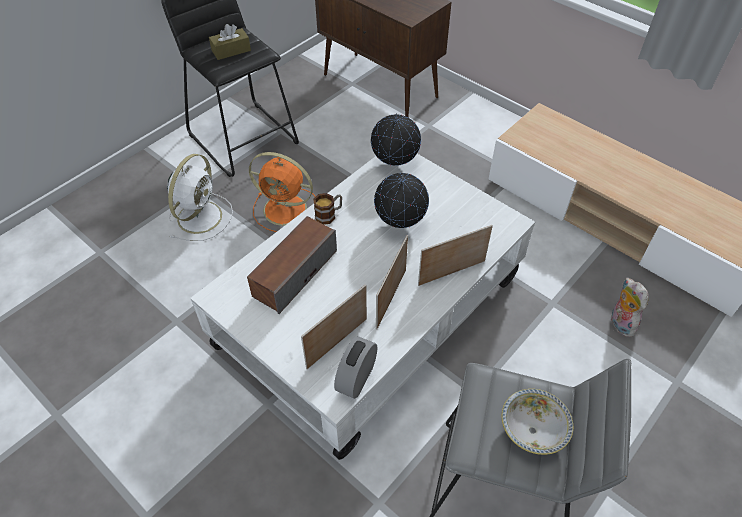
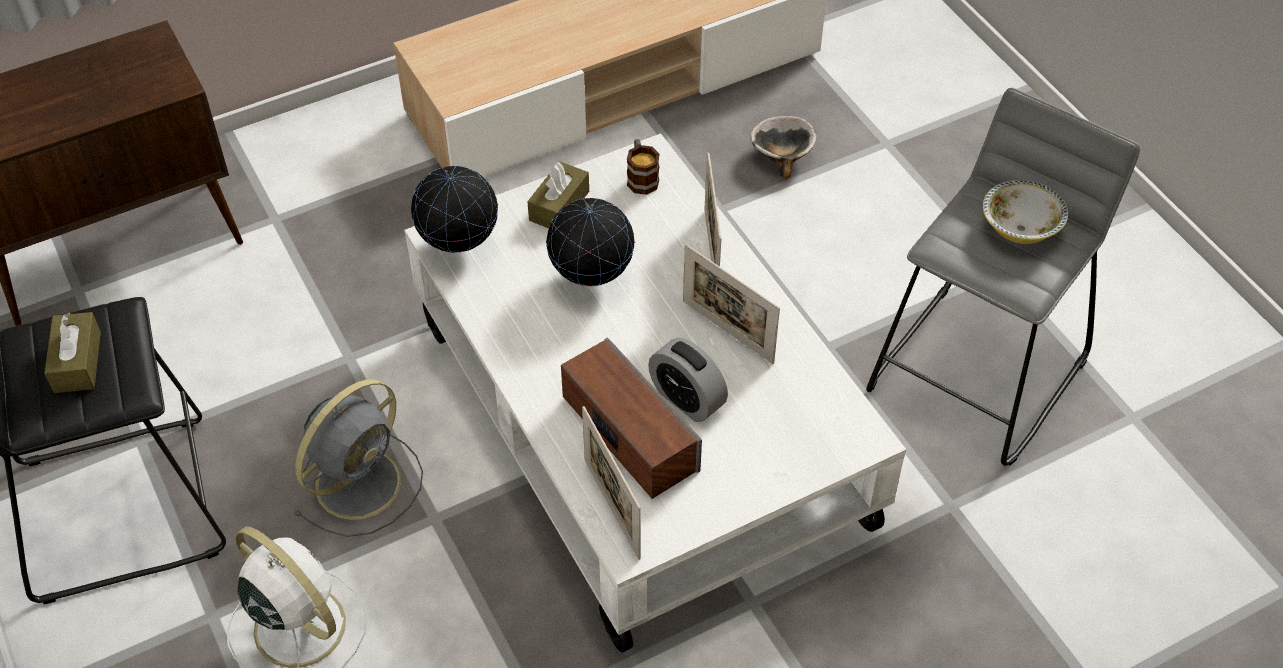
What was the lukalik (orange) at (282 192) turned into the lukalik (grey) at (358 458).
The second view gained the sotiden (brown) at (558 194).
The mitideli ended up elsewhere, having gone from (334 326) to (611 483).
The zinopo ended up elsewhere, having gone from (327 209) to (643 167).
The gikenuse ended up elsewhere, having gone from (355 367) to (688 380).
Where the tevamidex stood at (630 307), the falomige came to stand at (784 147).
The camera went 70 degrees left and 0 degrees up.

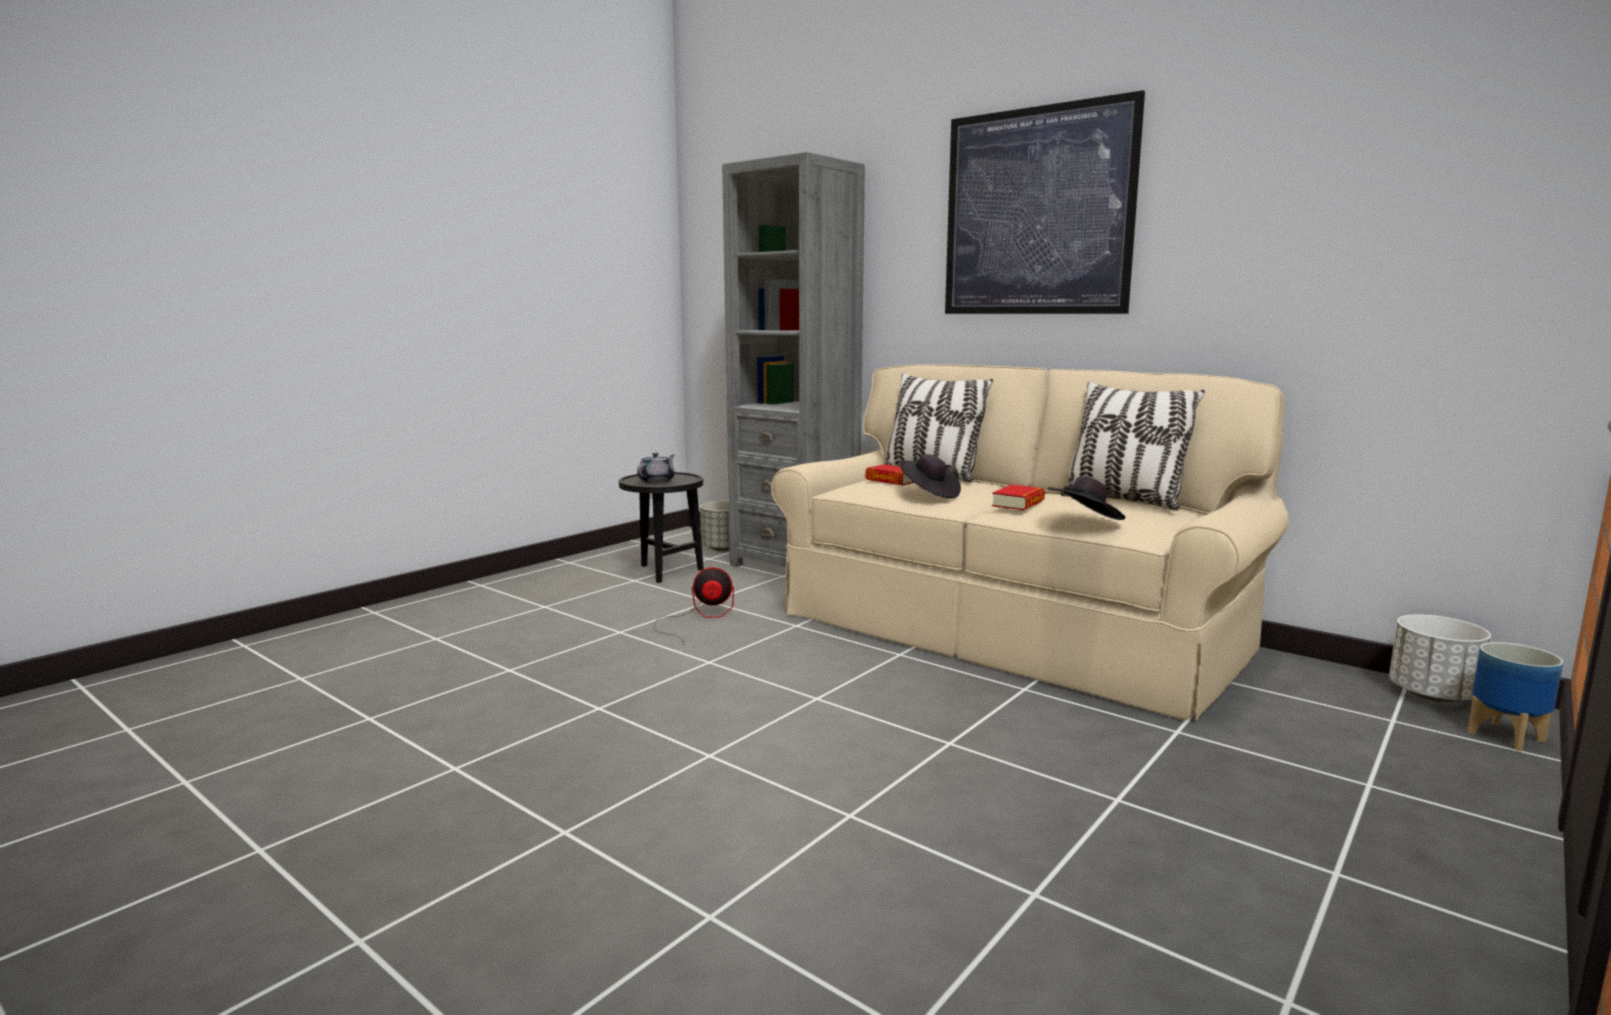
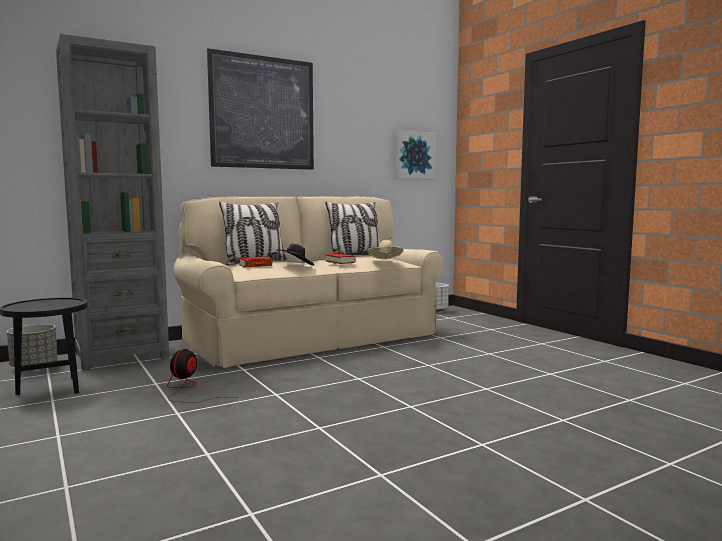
What was the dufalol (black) at (1086 498) turned into the dufalol (beige) at (385 250).
The second view gained the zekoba at (415 154).
The second view lost the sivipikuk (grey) at (656 468).
The second view lost the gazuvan at (1515 697).
The camera went 70 degrees left and 5 degrees down.

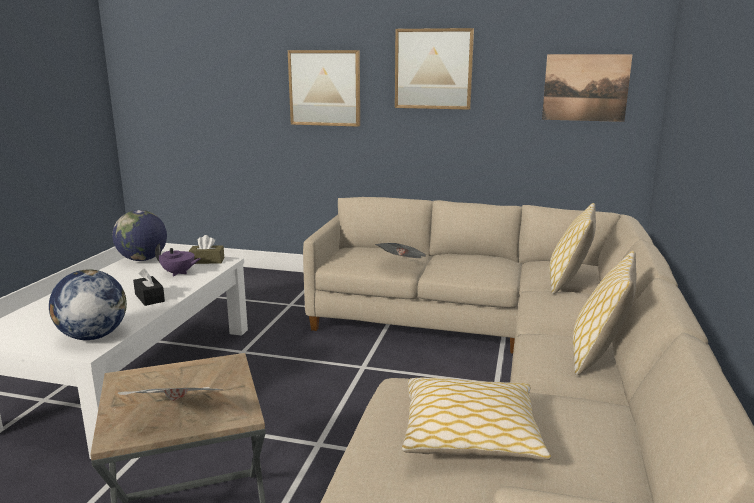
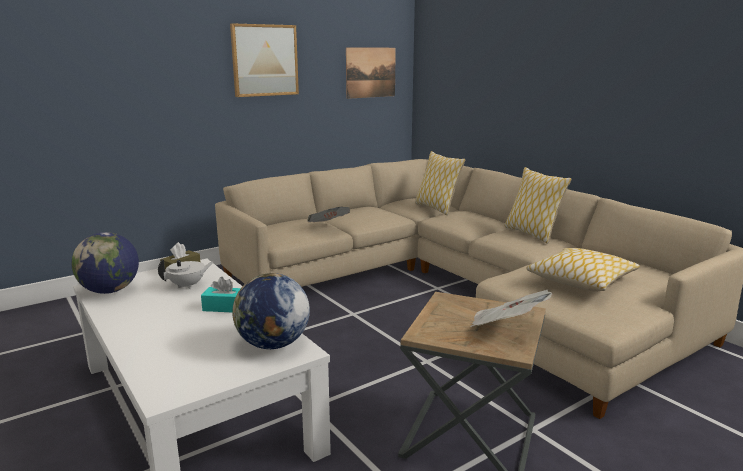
What was the sivipikuk (purple) at (178 259) turned into the sivipikuk (white) at (185 274).
What was the sotiden (black) at (149 287) turned into the sotiden (turquoise) at (221 294).
The second view lost the zekoba at (324 88).
The camera went 50 degrees left and 0 degrees up.

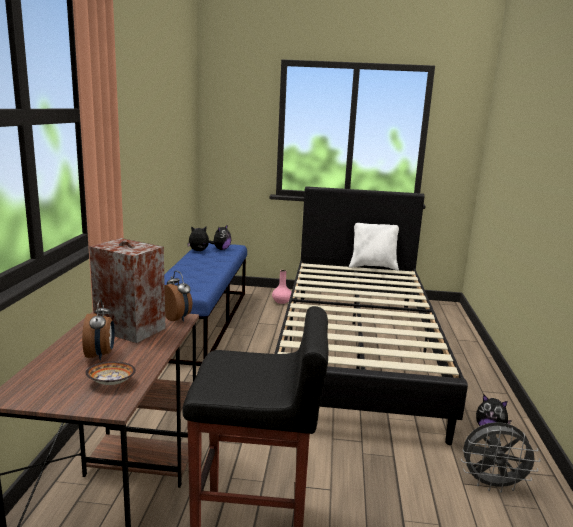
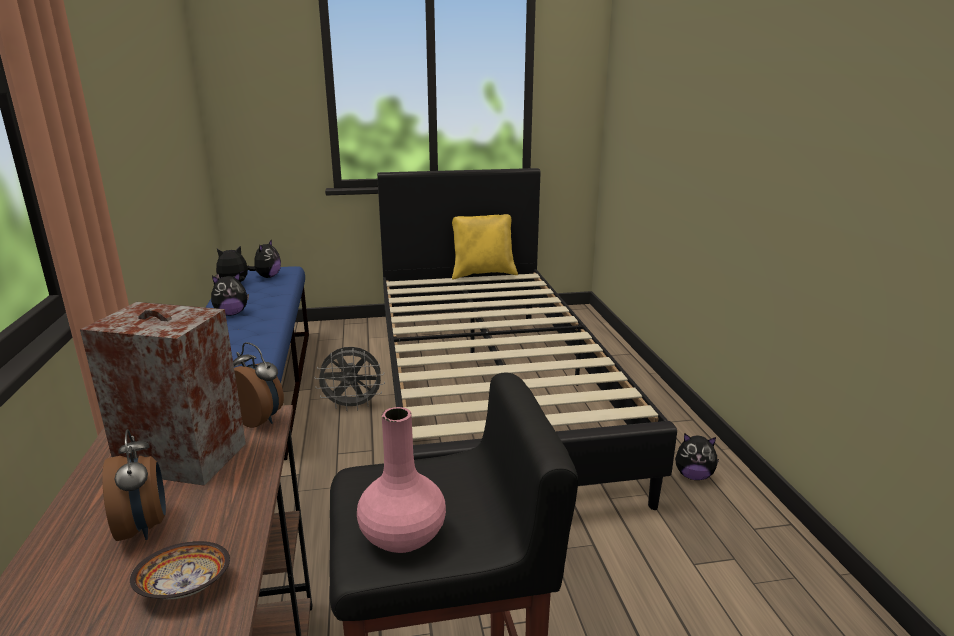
The second view gained the tevamidex at (230 294).
The lukalik (grey) ended up elsewhere, having gone from (500 457) to (349 379).
The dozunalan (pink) ended up elsewhere, having gone from (281 287) to (401 480).
What was the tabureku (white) at (374 247) turned into the tabureku (yellow) at (485 246).
The camera went 15 degrees left and 5 degrees up.

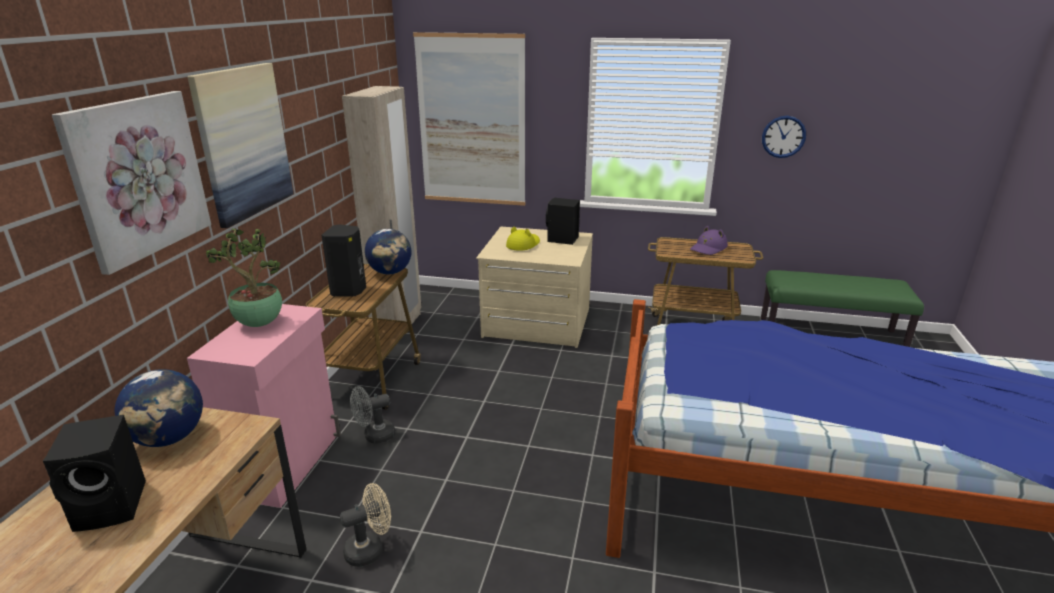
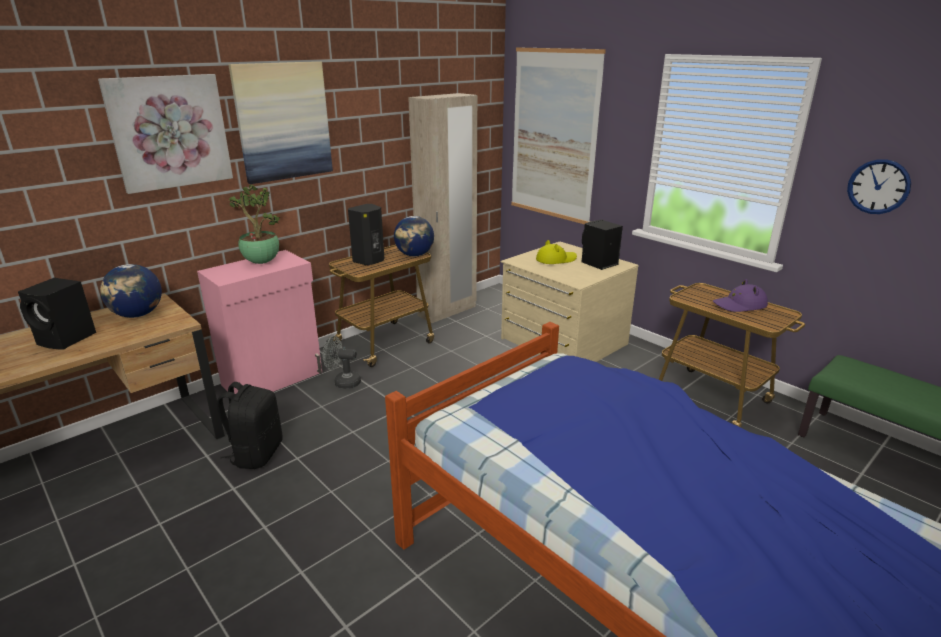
Where the lukalik (beige) stood at (365 525), the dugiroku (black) came to stand at (250 425).
The camera went 35 degrees right and 0 degrees up.

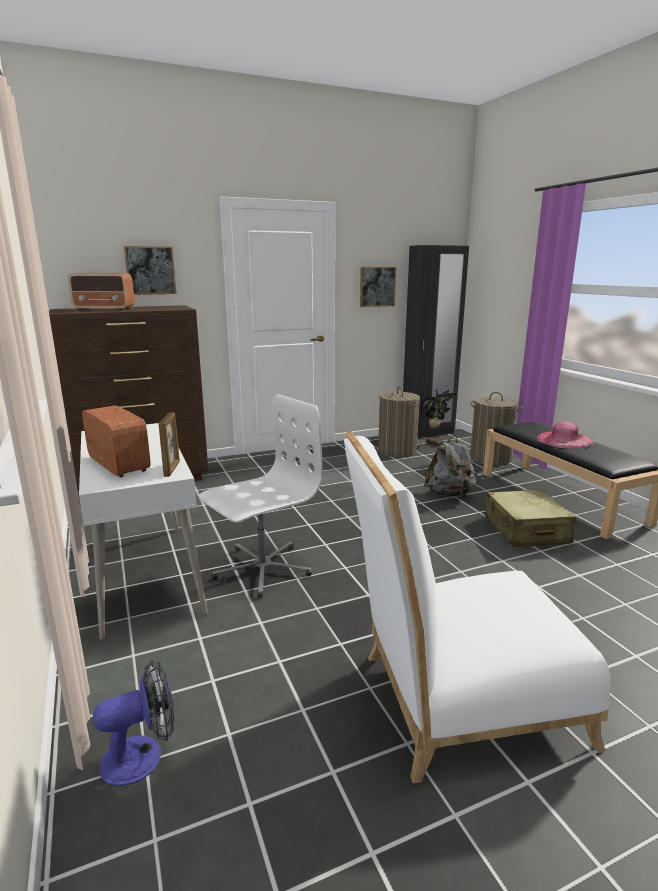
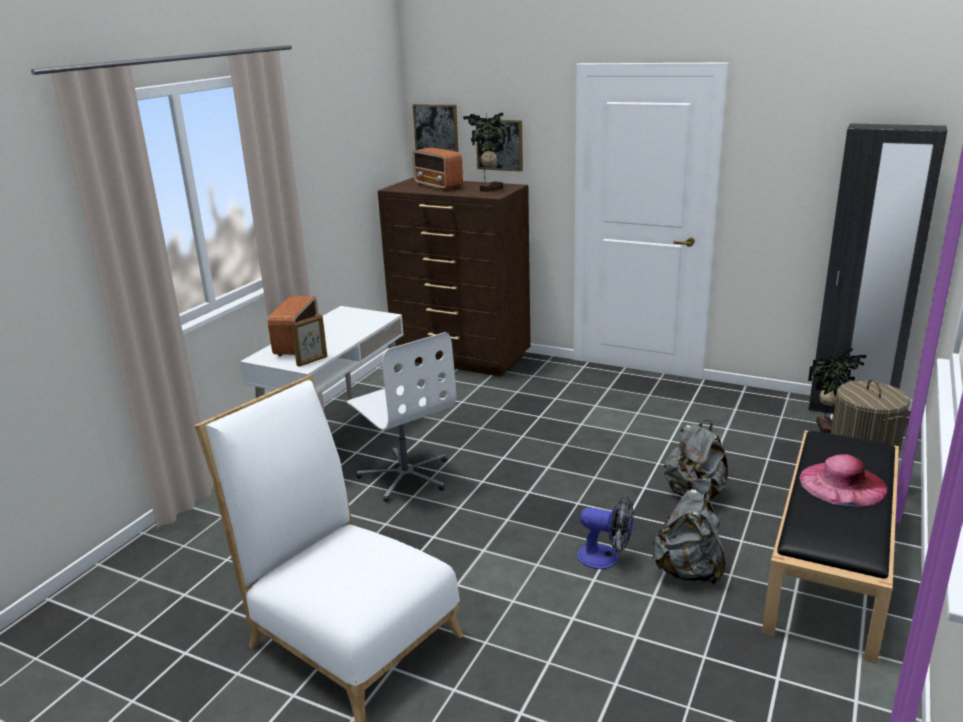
The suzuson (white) at (261 496) ended up facing another way, 45 degrees clockwise from before.
The zekoba ended up elsewhere, having gone from (378 287) to (436 128).
The second view gained the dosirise at (487 152).
The lukalik ended up elsewhere, having gone from (133 722) to (605 533).
Where the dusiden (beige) stood at (531 518), the dugiroku (grey) came to stand at (689 537).
The second view lost the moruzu at (399 422).
The camera went 50 degrees right and 5 degrees up.

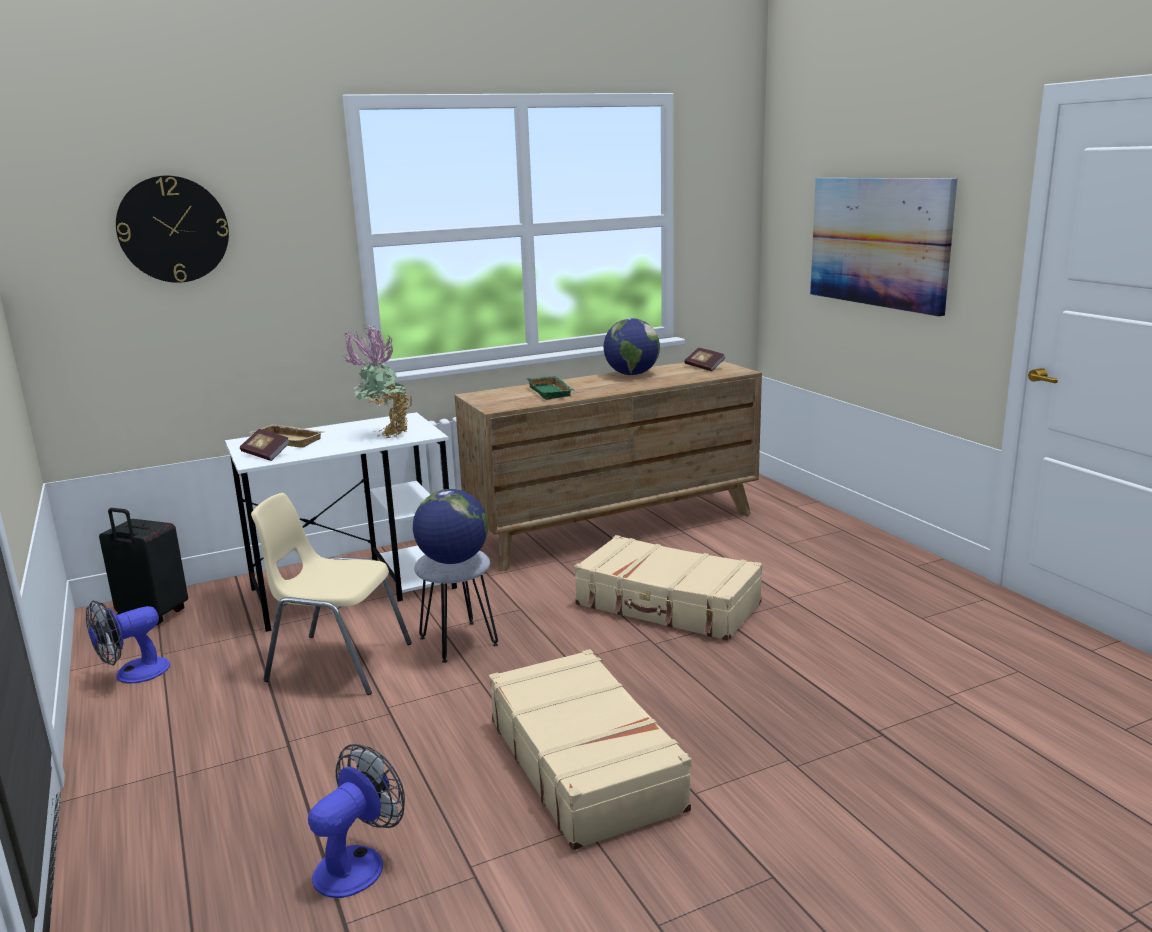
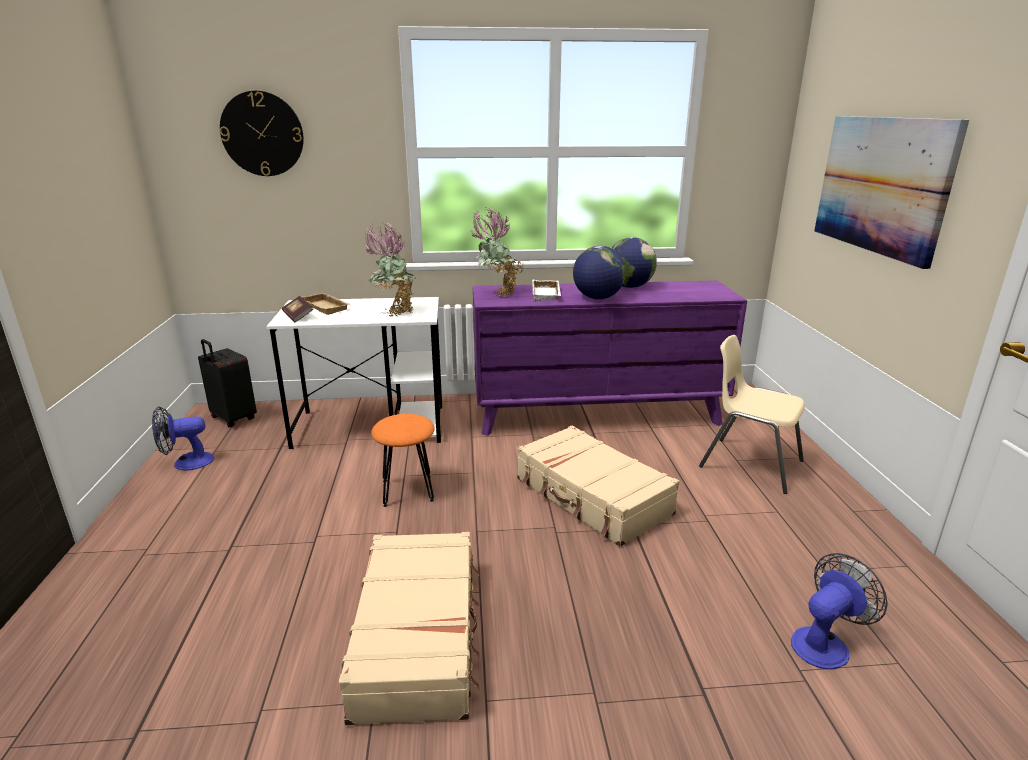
What was the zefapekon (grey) at (456 606) turned into the zefapekon (orange) at (403 460).
The second view gained the dosirise at (496 252).
What was the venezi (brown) at (608 466) turned into the venezi (purple) at (610 358).
What was the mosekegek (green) at (550 388) turned into the mosekegek (white) at (546 290).
The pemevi ended up elsewhere, having gone from (450 526) to (599 272).
The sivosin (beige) ended up elsewhere, having gone from (331 594) to (752 414).
The lukalik ended up elsewhere, having gone from (356 821) to (839 611).
The second view lost the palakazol at (704 359).
The camera went 20 degrees right and 5 degrees up.

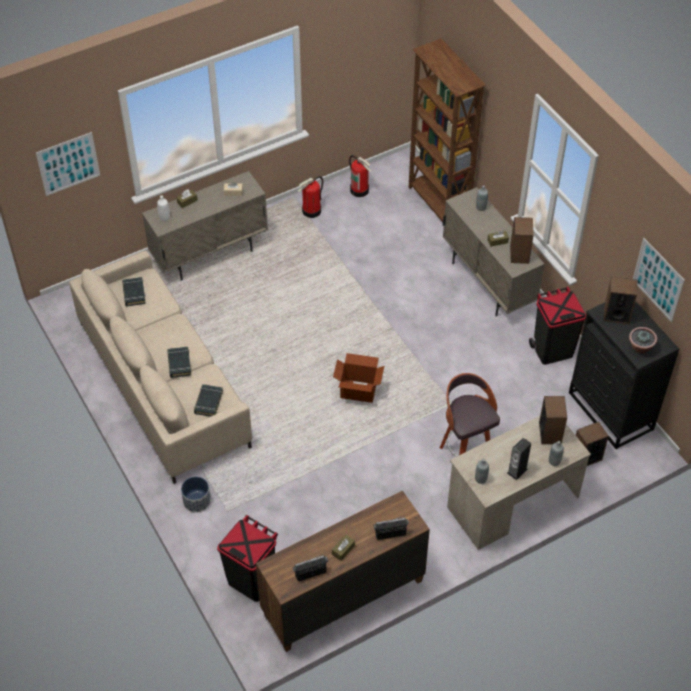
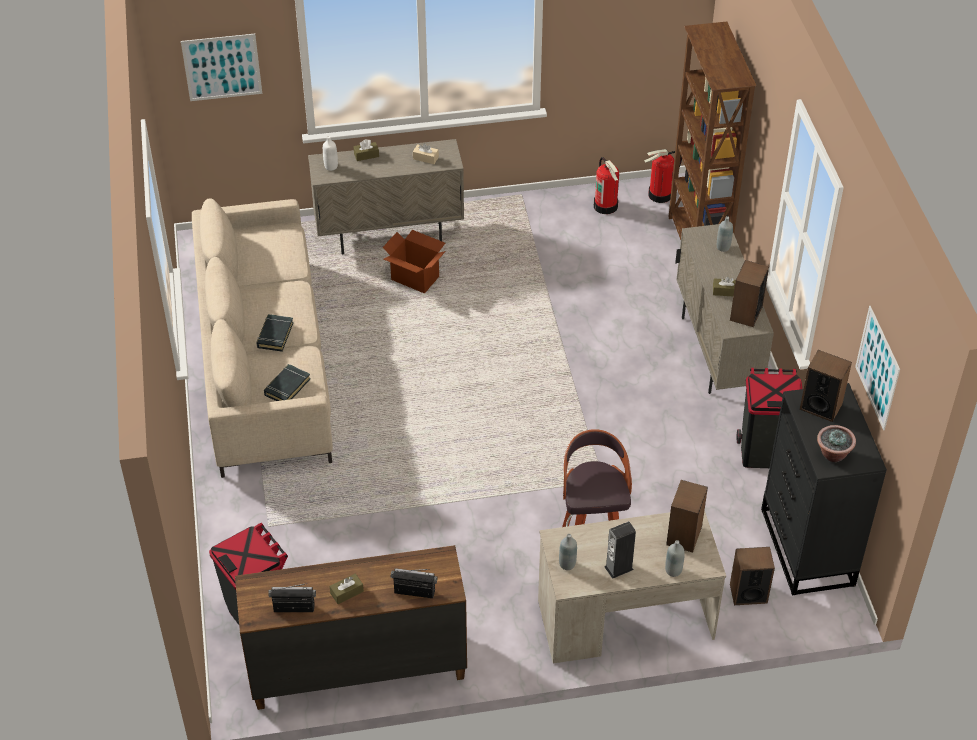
The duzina ended up elsewhere, having gone from (358 378) to (414 261).
The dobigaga ended up elsewhere, having gone from (310 197) to (663 176).
The second view lost the palakazol (black) at (134 291).
The second view lost the gazuvan at (196 494).
The camera went 20 degrees right and 5 degrees down.

